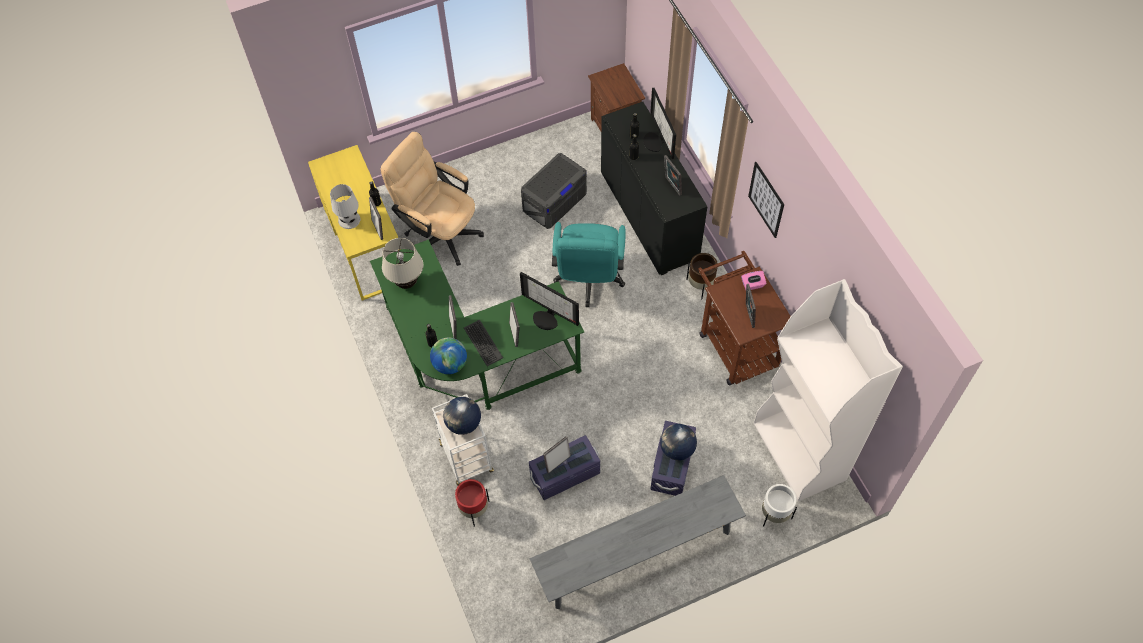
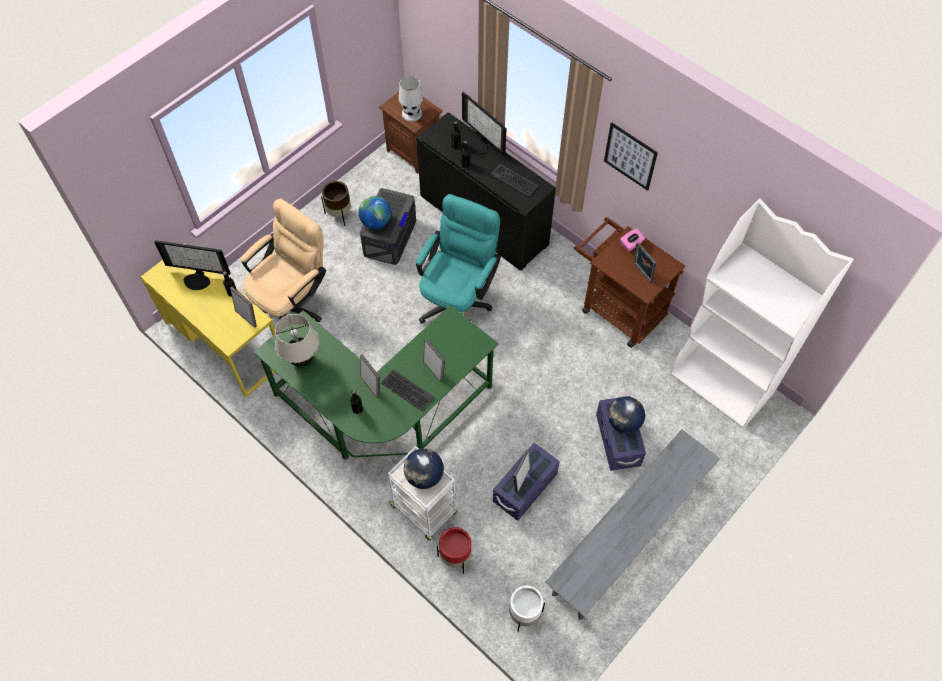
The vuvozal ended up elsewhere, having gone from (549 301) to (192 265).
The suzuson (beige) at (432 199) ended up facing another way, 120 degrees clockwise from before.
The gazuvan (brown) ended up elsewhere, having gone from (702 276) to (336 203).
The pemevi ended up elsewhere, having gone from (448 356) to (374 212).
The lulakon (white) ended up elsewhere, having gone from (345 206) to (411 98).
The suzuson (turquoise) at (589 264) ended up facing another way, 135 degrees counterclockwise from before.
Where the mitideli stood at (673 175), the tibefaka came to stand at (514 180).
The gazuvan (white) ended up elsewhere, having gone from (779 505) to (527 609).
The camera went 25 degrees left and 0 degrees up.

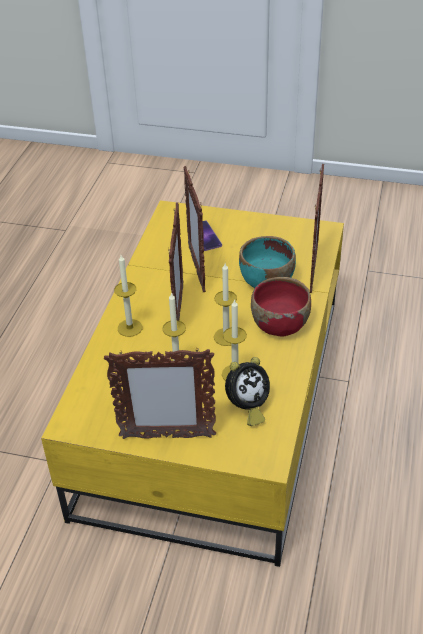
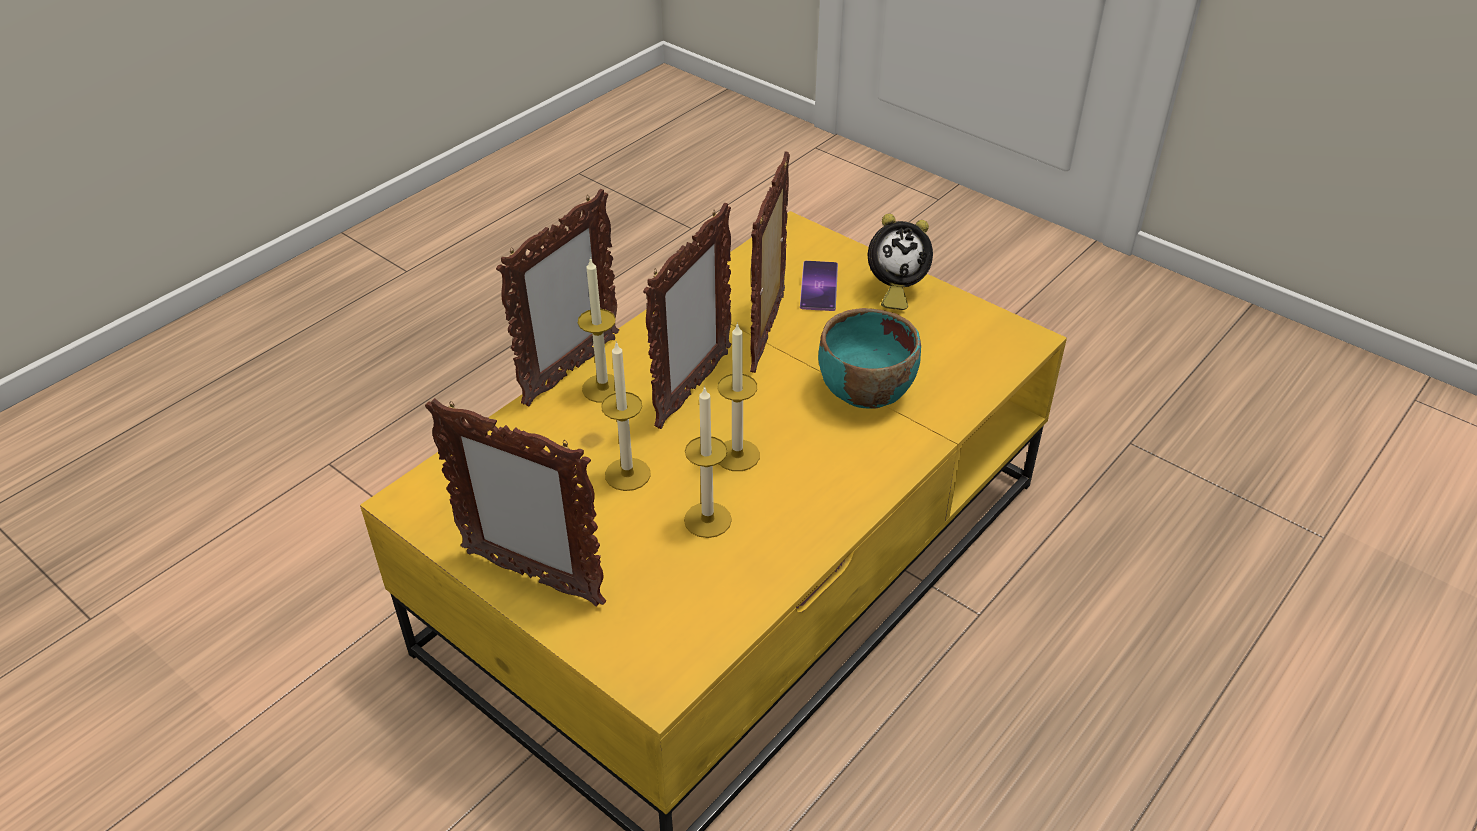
The mitideli ended up elsewhere, having gone from (317 228) to (557 298).
The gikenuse ended up elsewhere, having gone from (247 391) to (900 262).
The second view lost the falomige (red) at (281 307).
The camera went 25 degrees right and 0 degrees up.

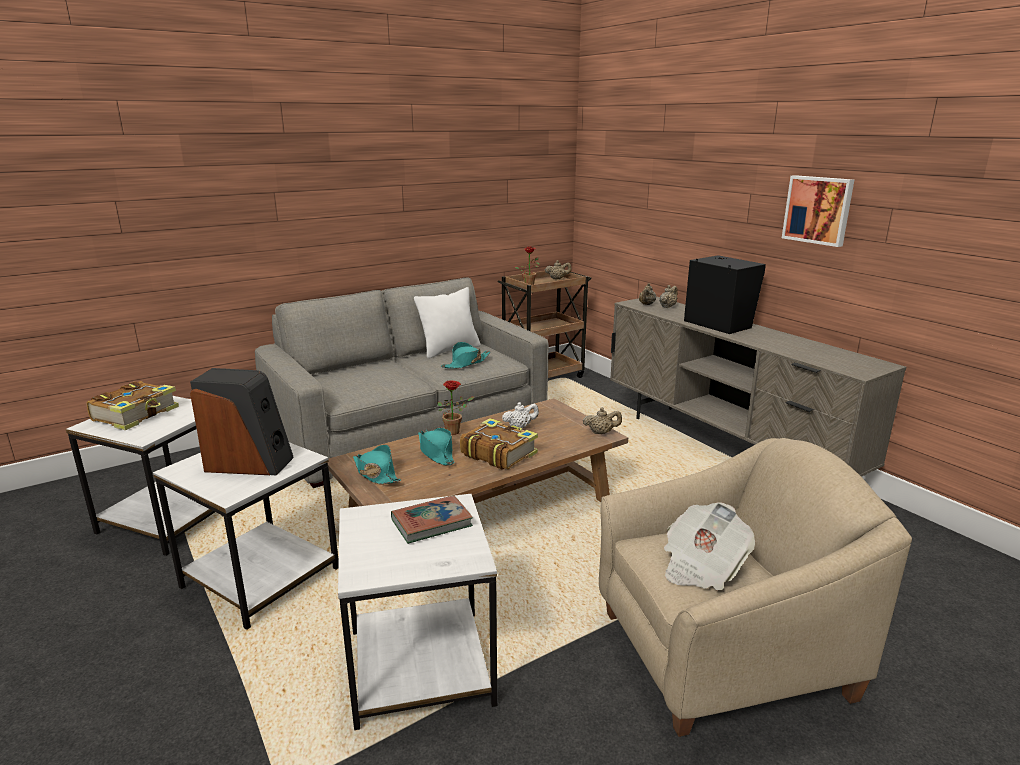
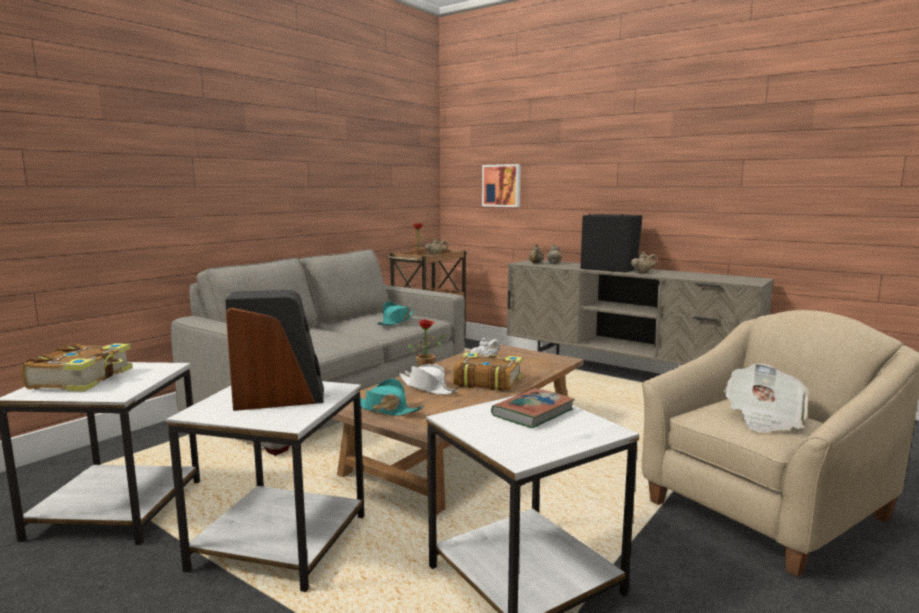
What was the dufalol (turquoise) at (436 447) turned into the dufalol (white) at (428 379).
The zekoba ended up elsewhere, having gone from (818 211) to (501 185).
The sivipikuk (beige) ended up elsewhere, having gone from (602 420) to (643 263).
The second view lost the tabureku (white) at (447 322).
The camera went 20 degrees left and 10 degrees down.

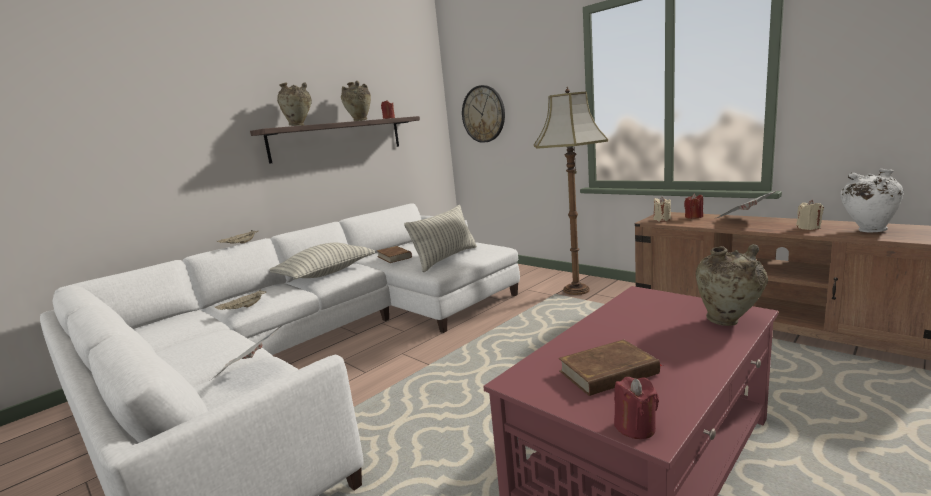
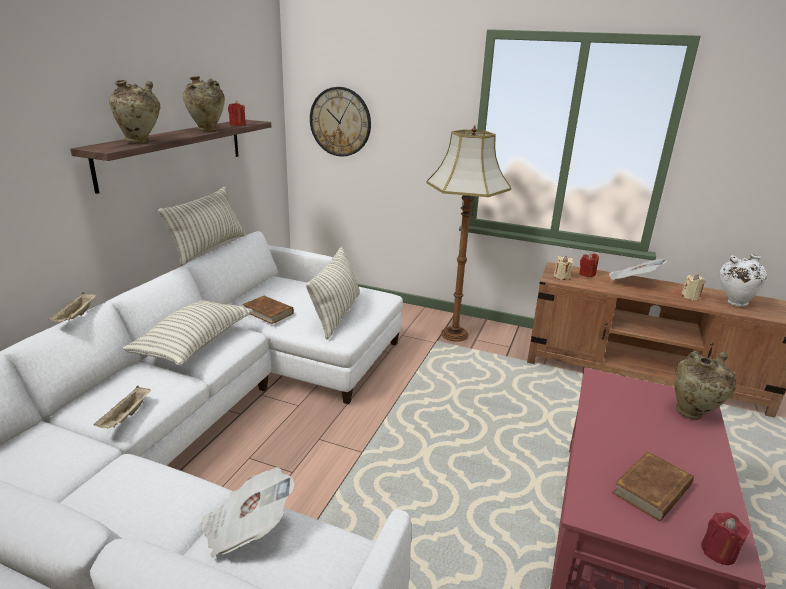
The second view gained the tabureku at (201 226).
The camera went 25 degrees left and 10 degrees up.

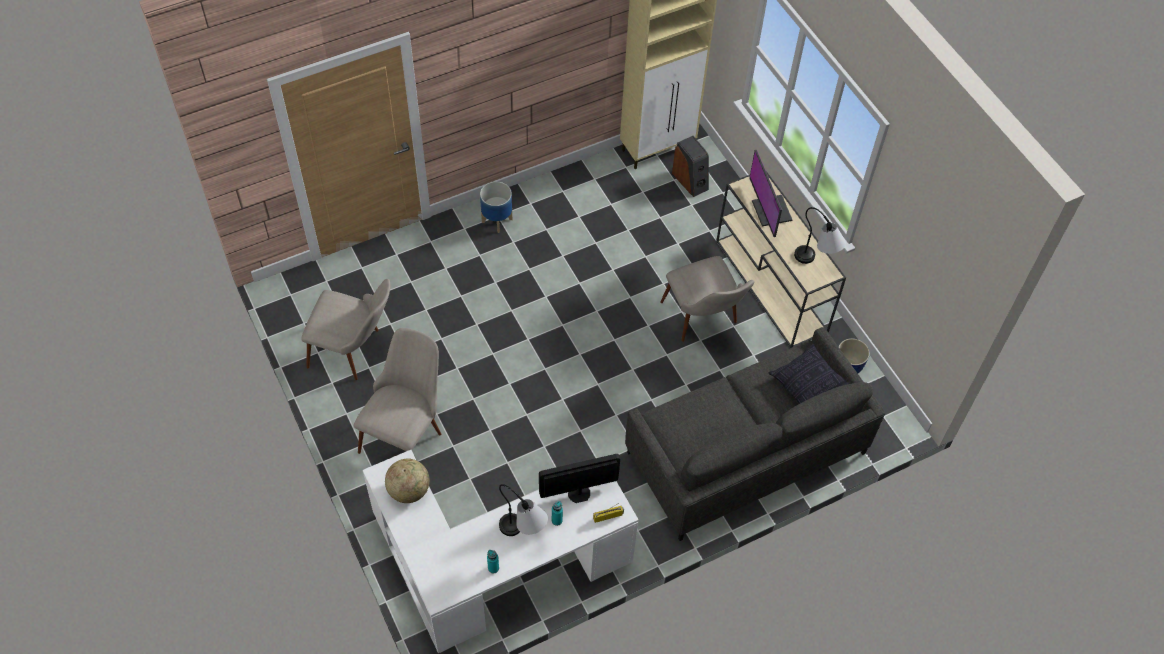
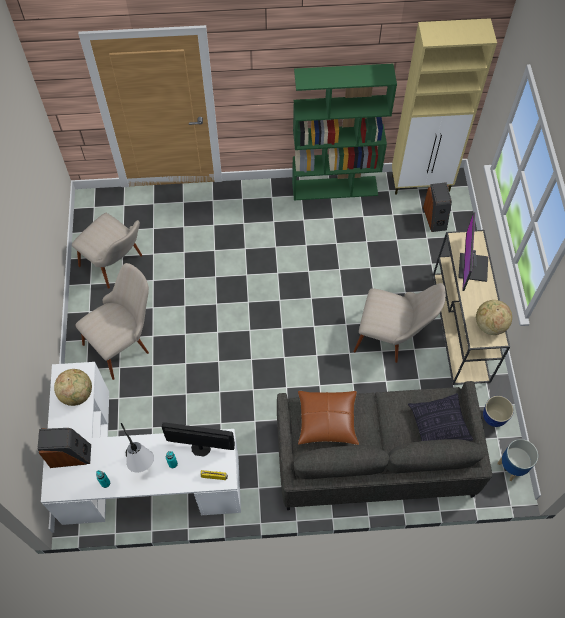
The second view gained the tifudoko at (64 448).
The second view gained the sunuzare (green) at (344 132).
The second view gained the tabureku (brown) at (328 418).
The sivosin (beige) at (707 299) ended up facing another way, 75 degrees counterclockwise from before.
Where the lulakon stood at (820 235), the pemevi came to stand at (494 317).
The gazuvan ended up elsewhere, having gone from (496 207) to (518 460).
The camera went 25 degrees right and 5 degrees up.

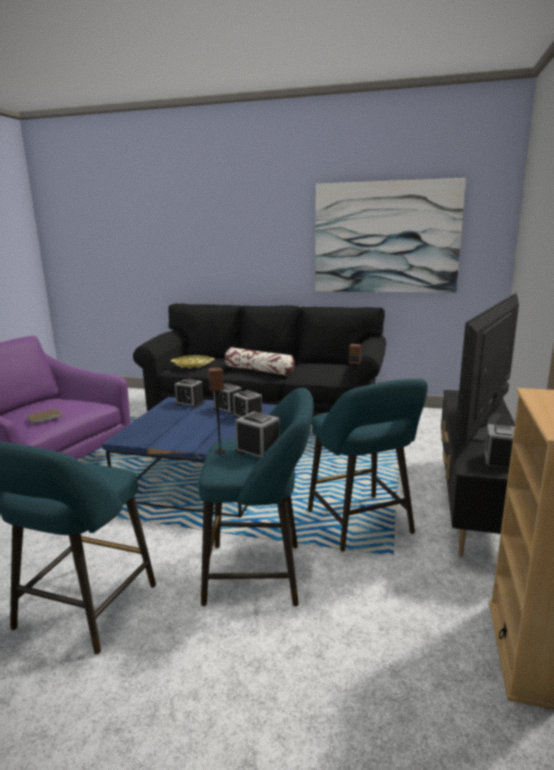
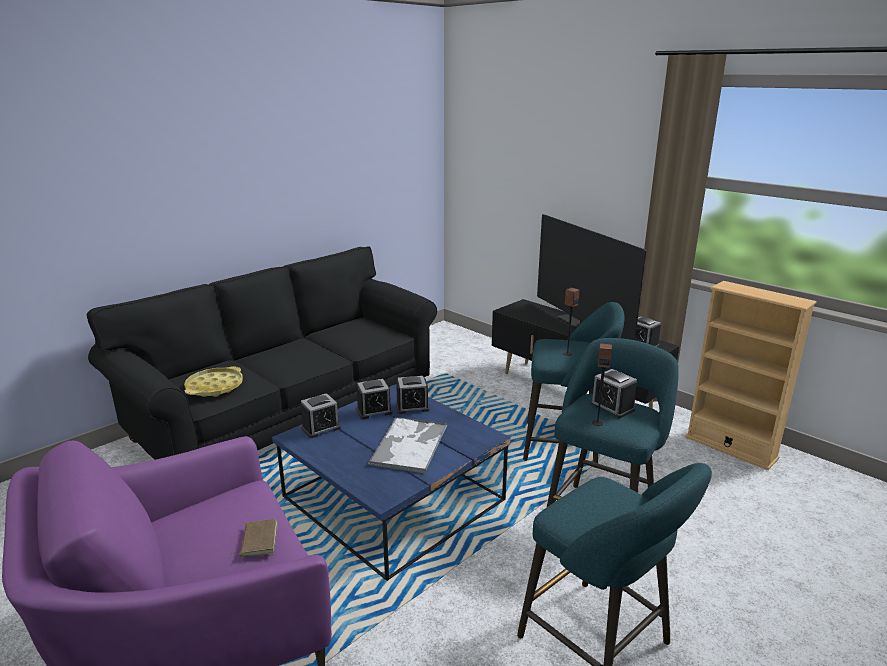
The second view gained the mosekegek at (407 445).
The gikenuse at (257 435) ended up facing another way, 105 degrees counterclockwise from before.
The second view lost the tabureku at (260 361).
The second view lost the zekoba at (390 235).
The camera went 60 degrees left and 5 degrees up.

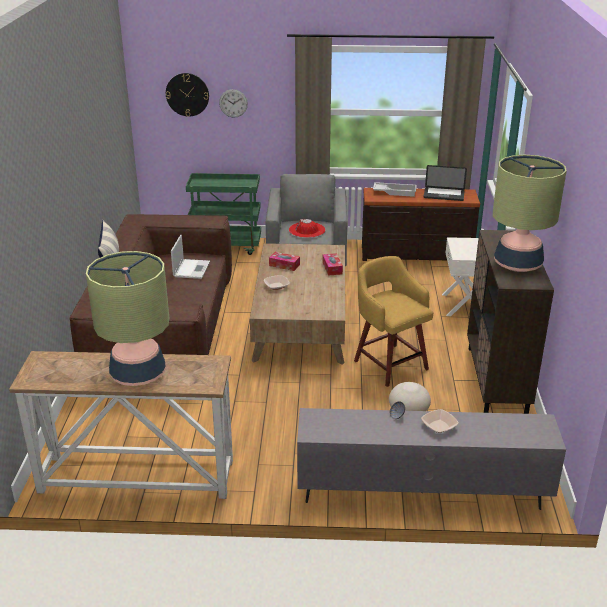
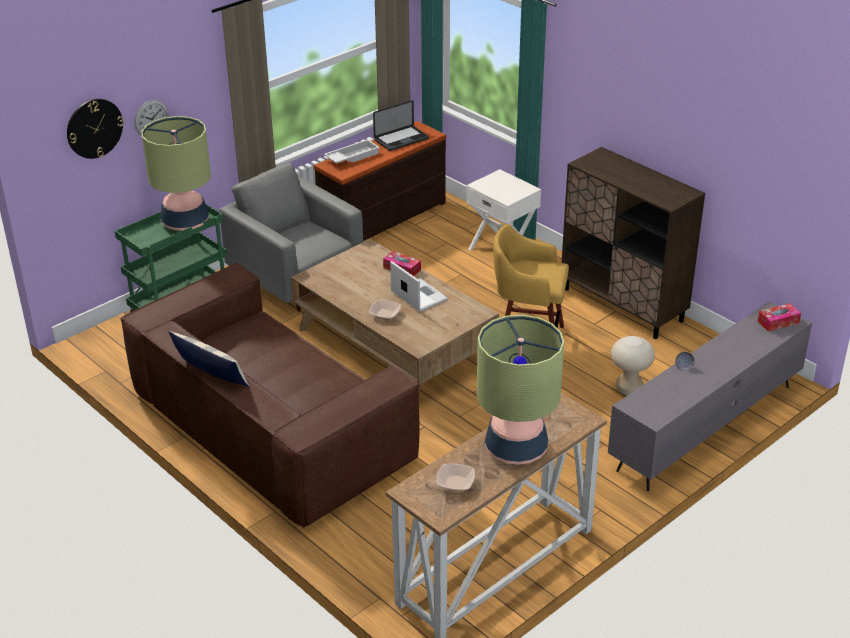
The lulakon ended up elsewhere, having gone from (530 213) to (176 173).
The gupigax ended up elsewhere, having gone from (190 257) to (419 286).
The falomige ended up elsewhere, having gone from (440 421) to (455 477).
The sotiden ended up elsewhere, having gone from (284 261) to (779 317).
The second view lost the dufalol (red) at (307 228).
The camera went 45 degrees left and 5 degrees up.

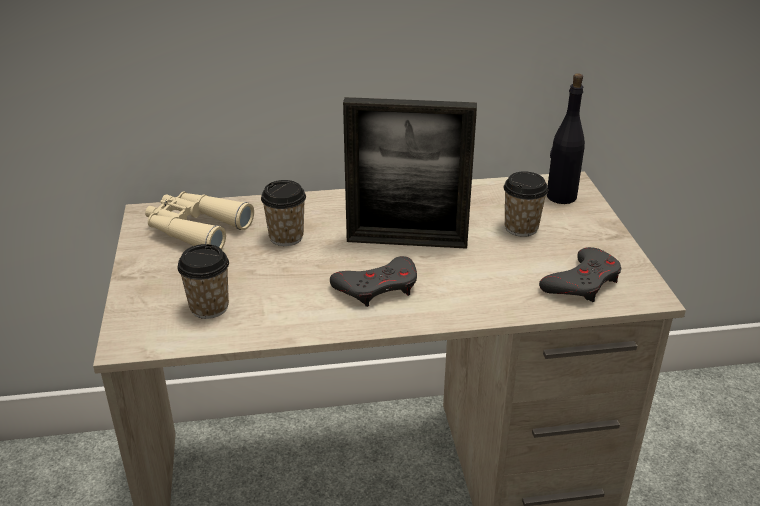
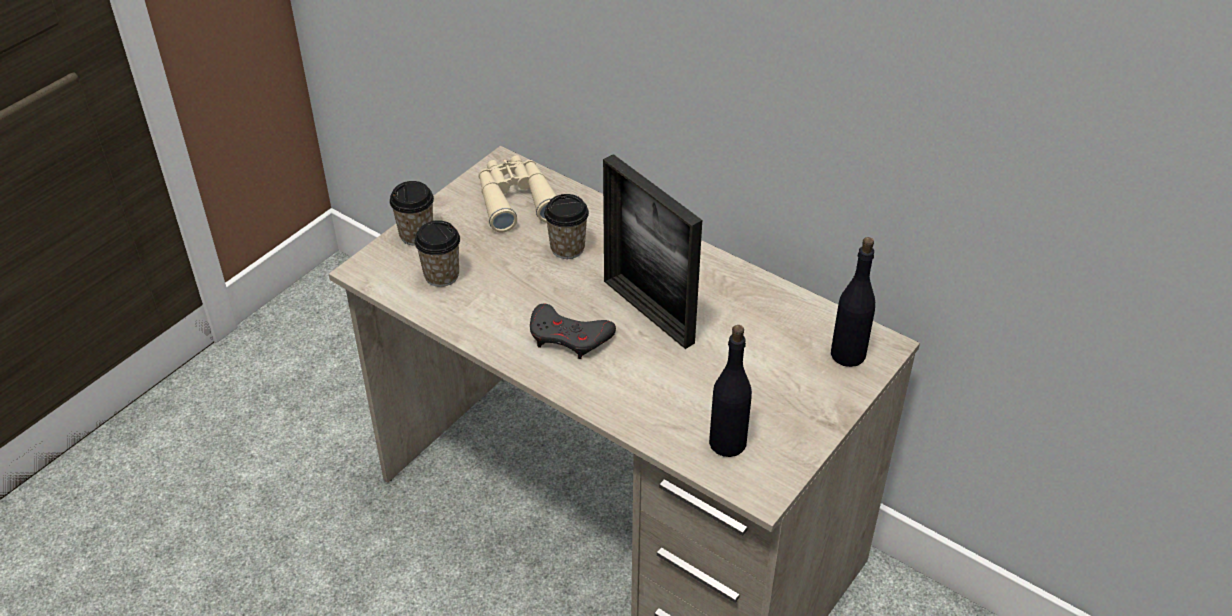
The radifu ended up elsewhere, having gone from (526 204) to (411 213).
Where the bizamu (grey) stood at (580 274), the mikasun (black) came to stand at (730 391).
The camera went 45 degrees right and 10 degrees up.

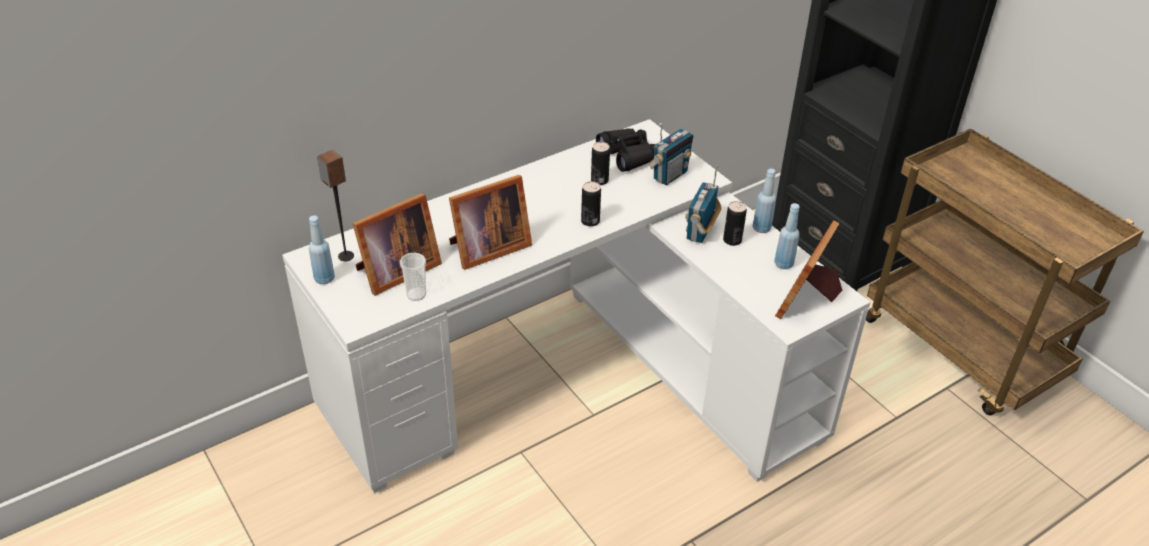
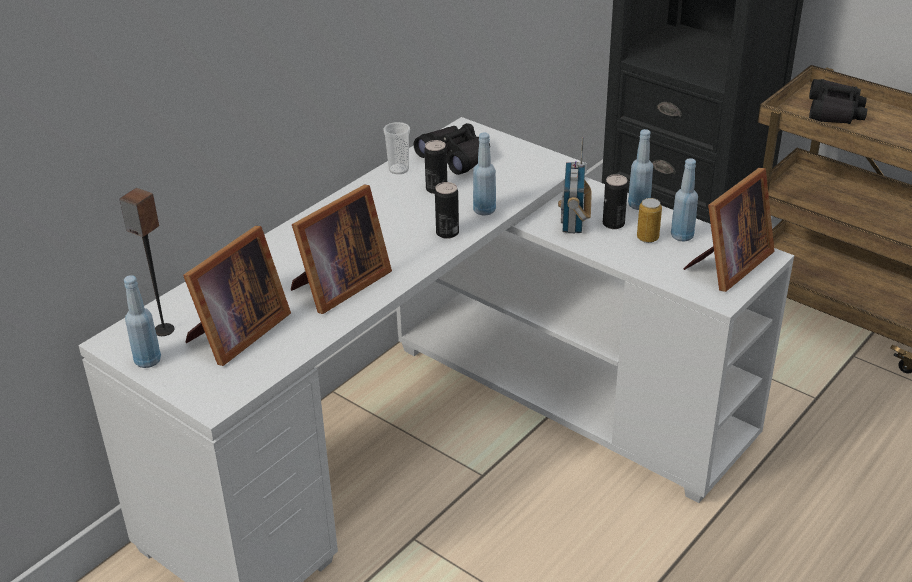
The radifu ended up elsewhere, having gone from (413 277) to (397 148).
The second view gained the mikasun (blue) at (484 174).
The second view gained the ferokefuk at (649 220).
The mitideli at (808 269) ended up facing another way, 150 degrees counterclockwise from before.
The second view gained the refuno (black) at (838 101).
The second view lost the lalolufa at (670 154).
The camera went 15 degrees left and 5 degrees down.

